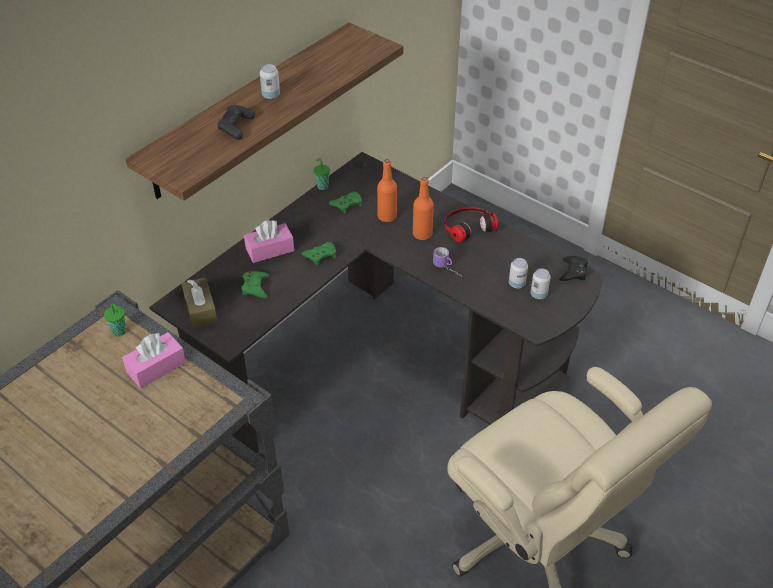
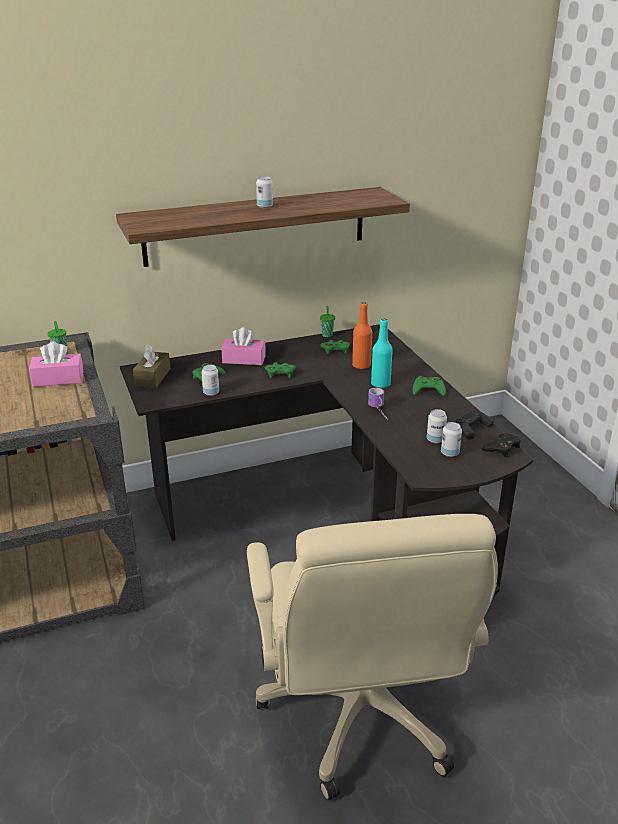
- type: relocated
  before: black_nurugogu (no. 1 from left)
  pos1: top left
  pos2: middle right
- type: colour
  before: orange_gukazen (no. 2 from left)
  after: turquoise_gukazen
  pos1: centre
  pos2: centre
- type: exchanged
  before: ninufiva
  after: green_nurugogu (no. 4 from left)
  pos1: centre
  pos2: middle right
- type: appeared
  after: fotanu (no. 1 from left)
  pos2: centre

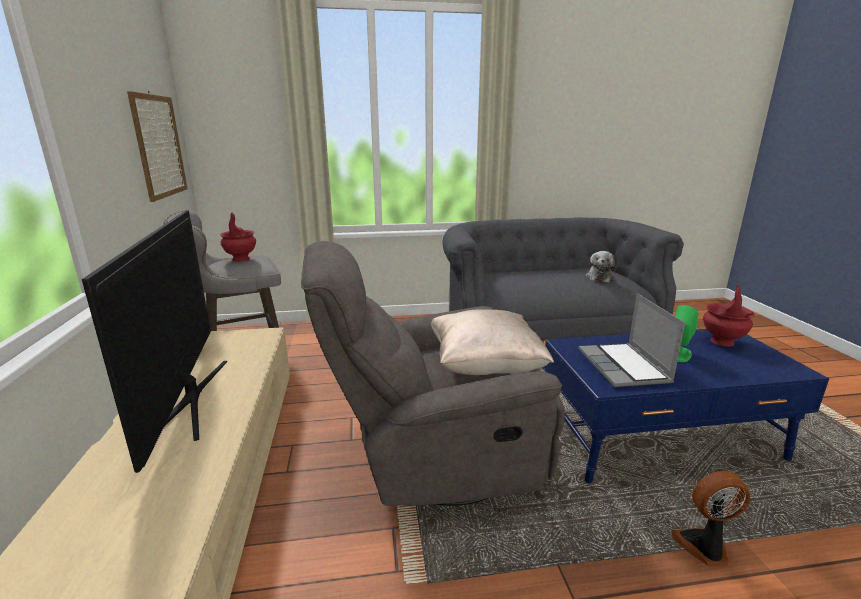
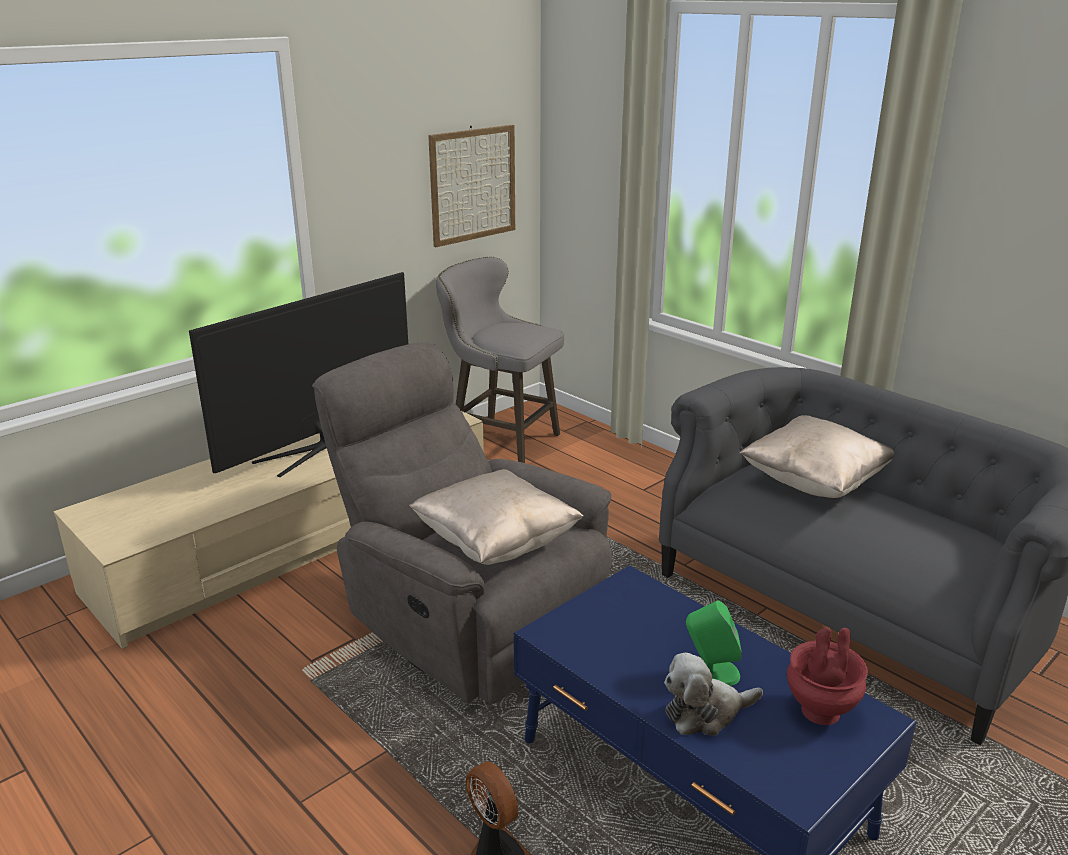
- type: missing
  before: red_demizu (no. 1 from left)
  pos1: middle left
- type: missing
  before: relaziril
  pos1: middle right
- type: relocated
  before: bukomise
  pos1: middle right
  pos2: bottom right
- type: appeared
  after: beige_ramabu (no. 2 from left)
  pos2: middle right

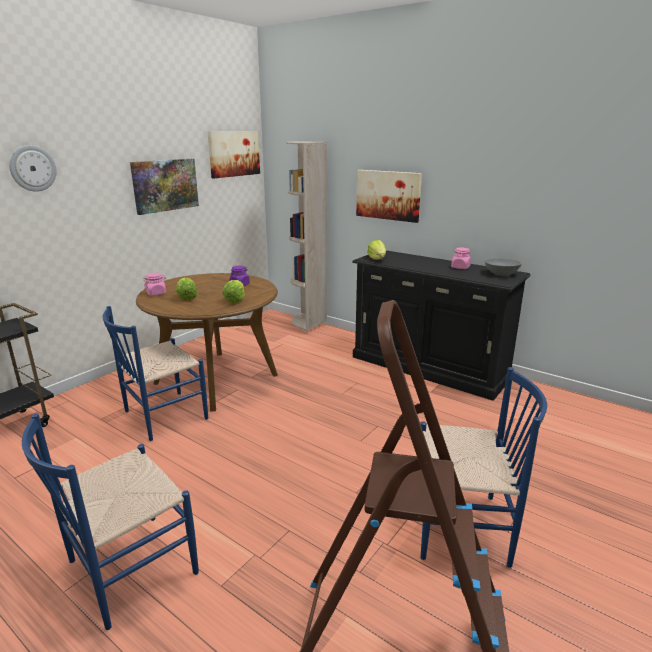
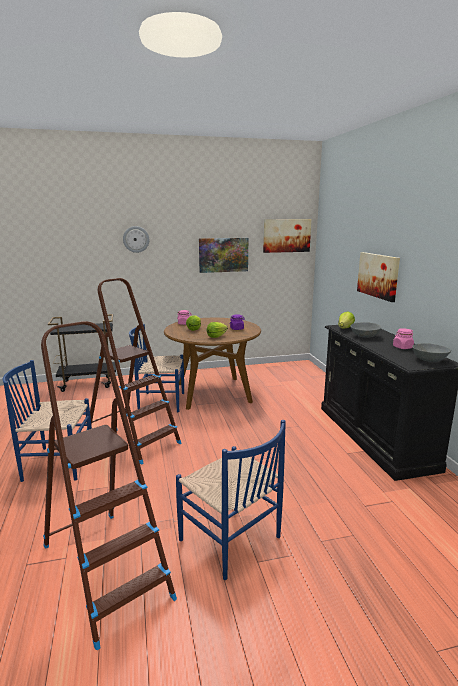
- type: missing
  before: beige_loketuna
  pos1: centre
- type: appeared
  after: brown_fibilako (no. 2 from left)
  pos2: middle left
- type: appeared
  after: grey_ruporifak (no. 1 from left)
  pos2: middle right

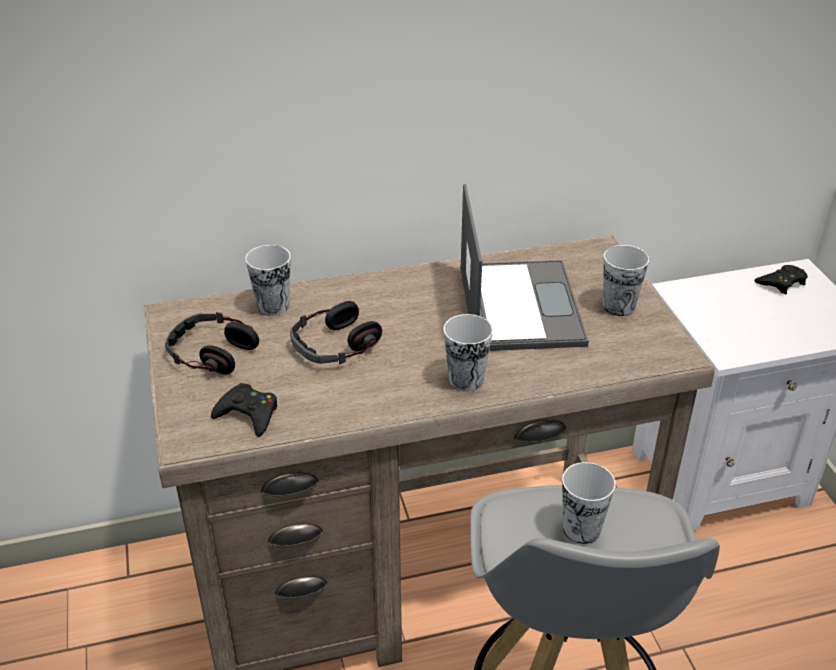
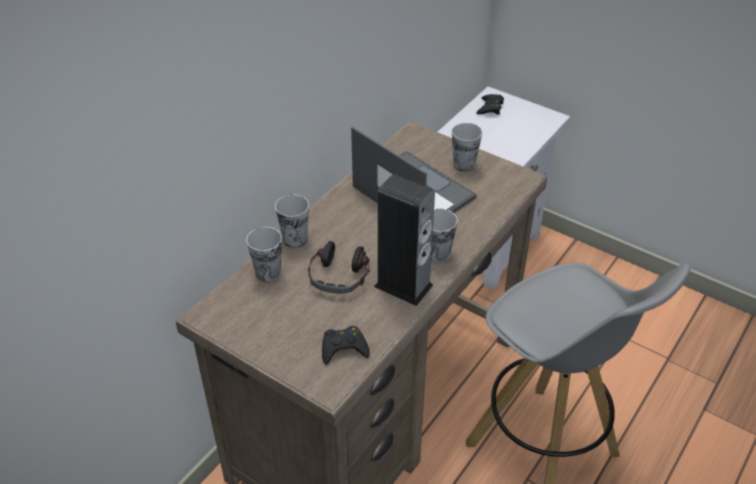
- type: missing
  before: ninufiva (no. 1 from left)
  pos1: middle left
- type: relocated
  before: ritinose (no. 3 from left in the first image)
  after: ritinose (no. 2 from left)
  pos1: bottom right
  pos2: centre
- type: appeared
  after: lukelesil
  pos2: centre

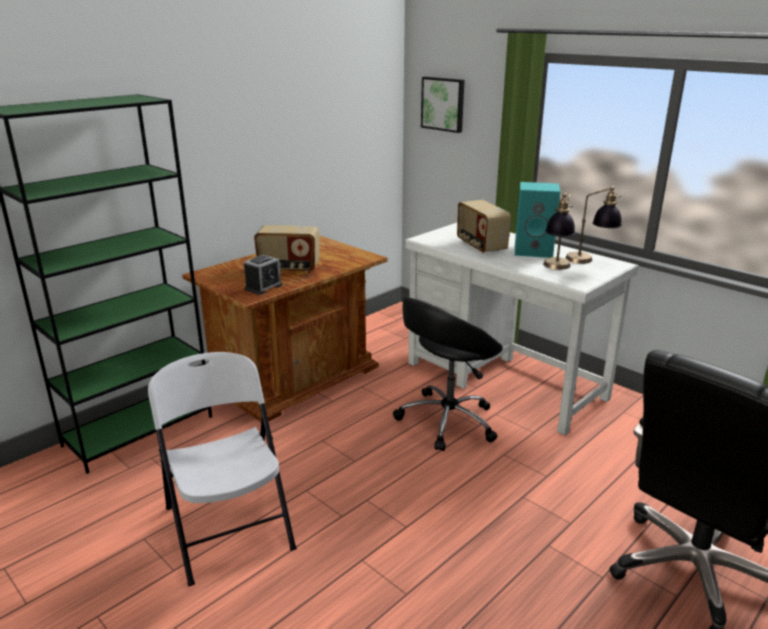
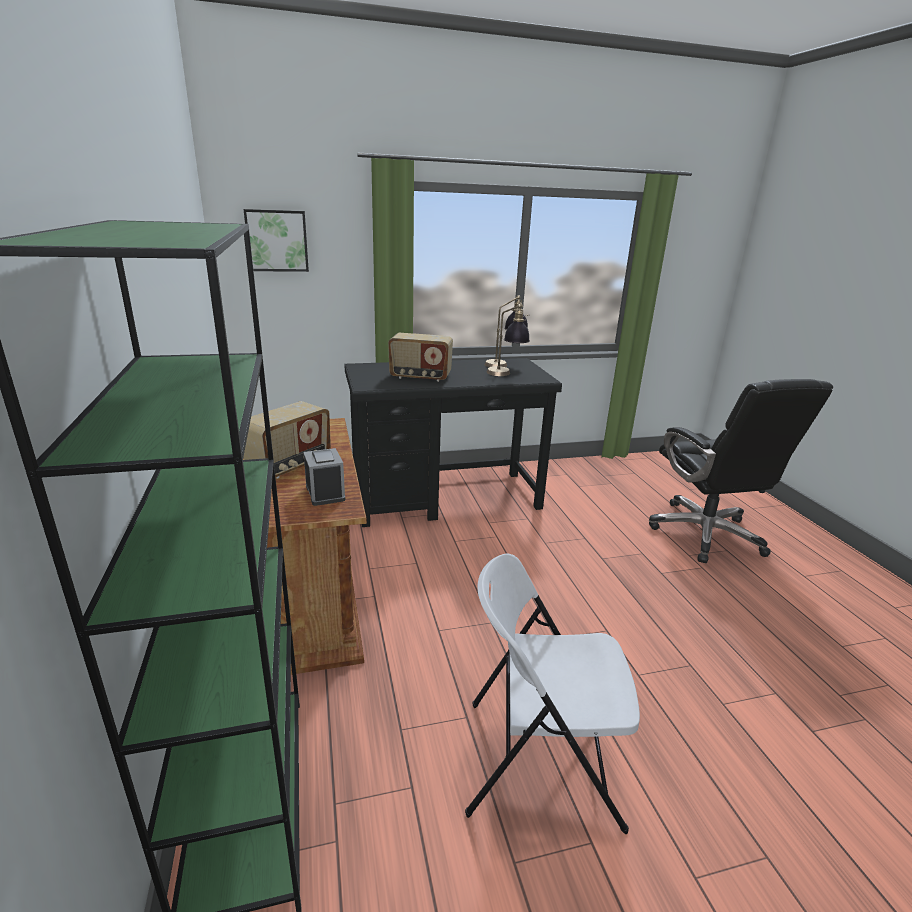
- type: missing
  before: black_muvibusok (no. 1 from left)
  pos1: centre
- type: colour
  before: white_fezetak
  after: black_fezetak
  pos1: middle right
  pos2: centre
- type: missing
  before: turquoise_lukelesil
  pos1: middle right

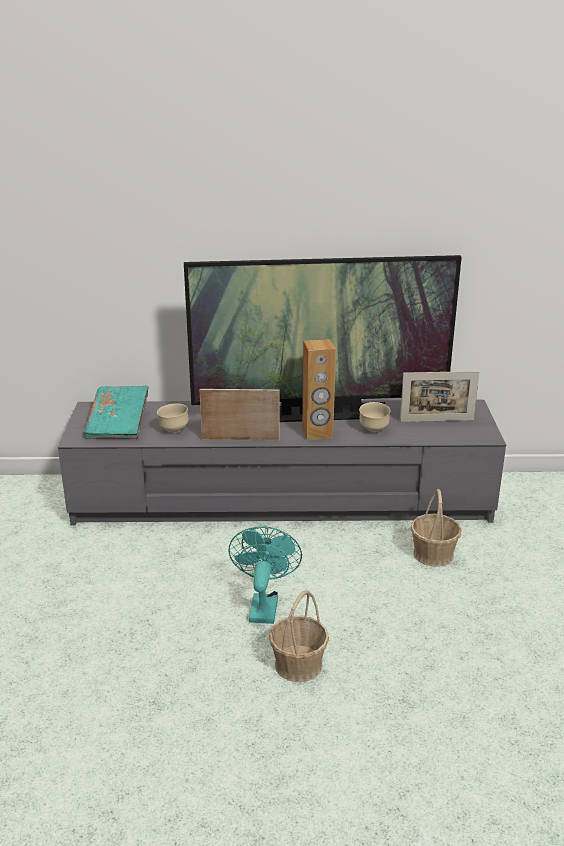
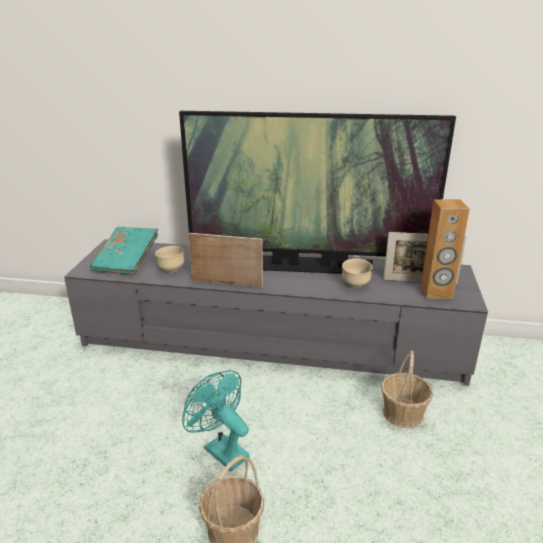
- type: spun
  before: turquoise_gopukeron
  pos1: bottom centre
  pos2: bottom centre
  turn: -60
- type: relocated
  before: brown_lukelesil
  pos1: centre
  pos2: middle right

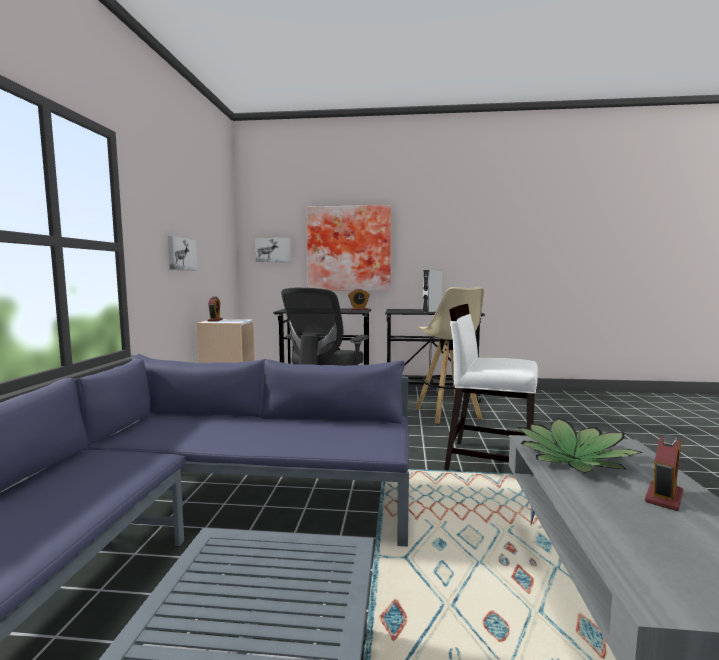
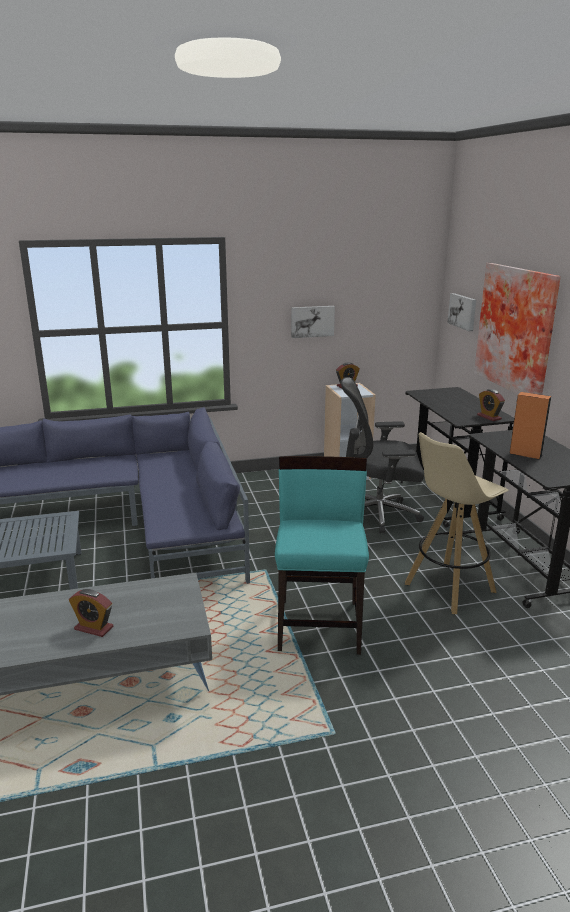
- type: colour
  before: grey_lukelesil
  after: orange_lukelesil
  pos1: centre
  pos2: middle right
- type: colour
  before: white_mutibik
  after: turquoise_mutibik
  pos1: middle right
  pos2: centre
- type: missing
  before: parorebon
  pos1: bottom right

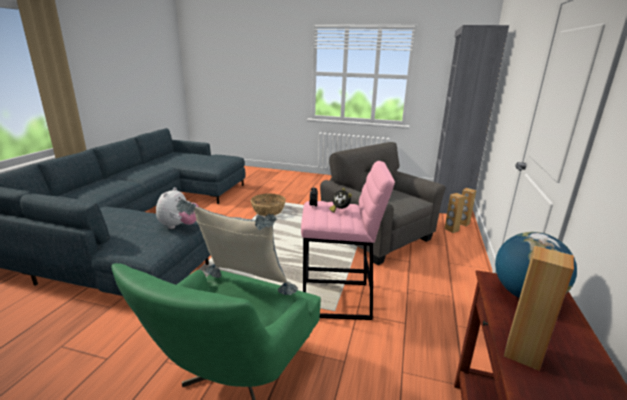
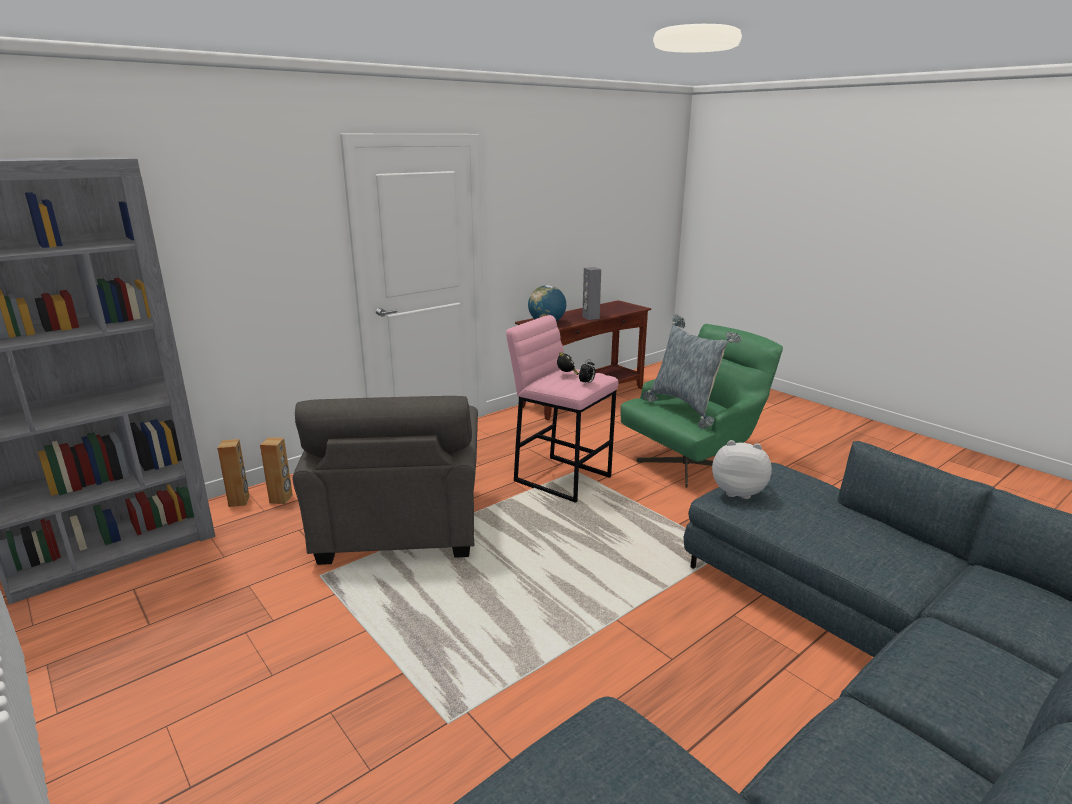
- type: spun
  before: bukomise
  pos1: middle left
  pos2: middle right
  turn: 60
- type: missing
  before: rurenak
  pos1: centre
- type: colour
  before: brown_lukelesil (no. 3 from left)
  after: grey_lukelesil
  pos1: bottom right
  pos2: centre

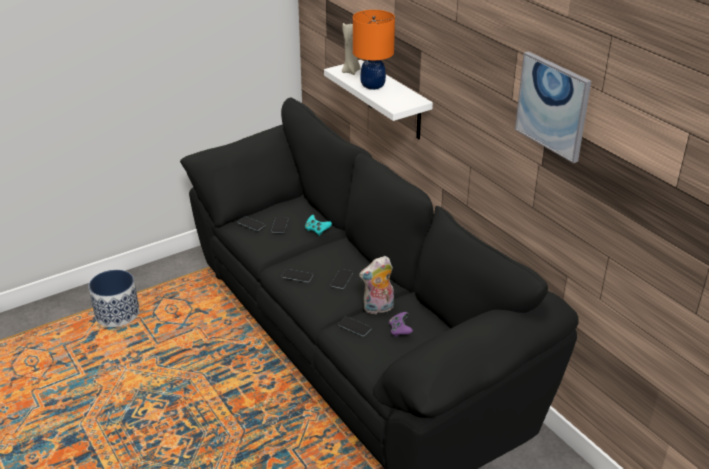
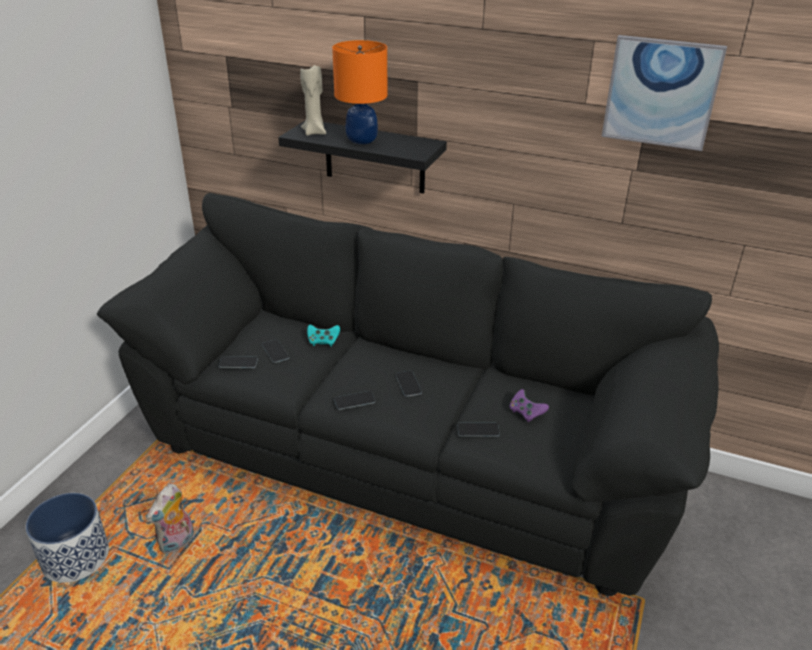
- type: colour
  before: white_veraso
  after: black_veraso
  pos1: top centre
  pos2: top centre
- type: relocated
  before: bukomise
  pos1: centre
  pos2: bottom left

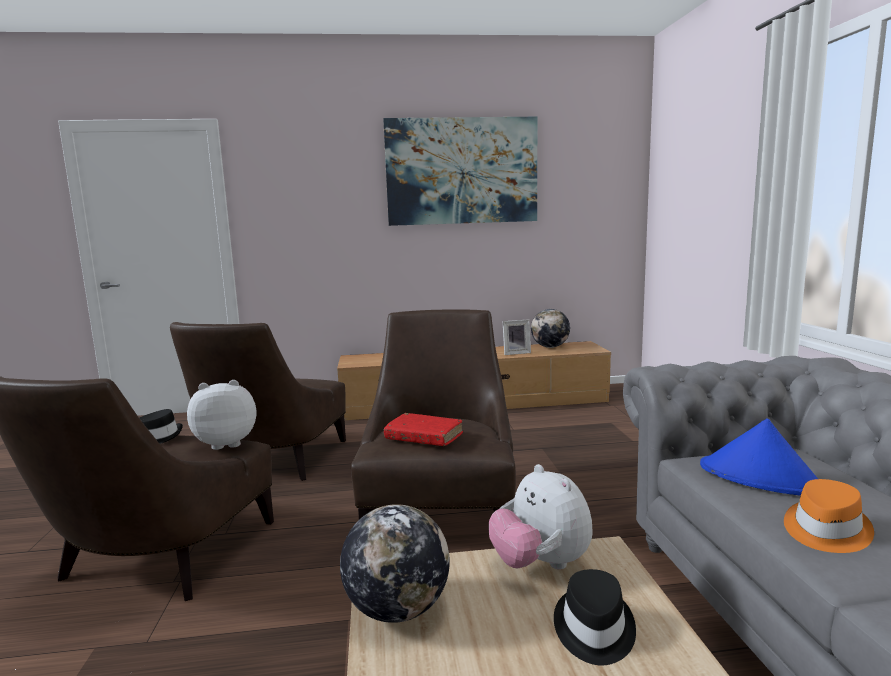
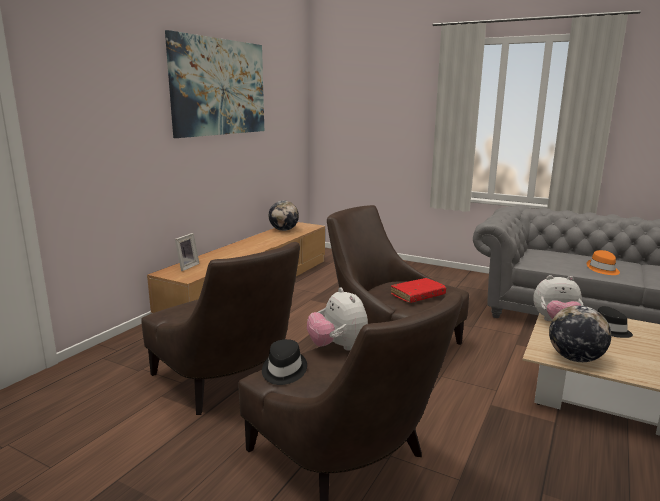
- type: spun
  before: bukomise (no. 1 from left)
  pos1: middle left
  pos2: centre
  turn: -45
- type: relocated
  before: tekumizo
  pos1: centre
  pos2: middle left
- type: missing
  before: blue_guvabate
  pos1: bottom right

